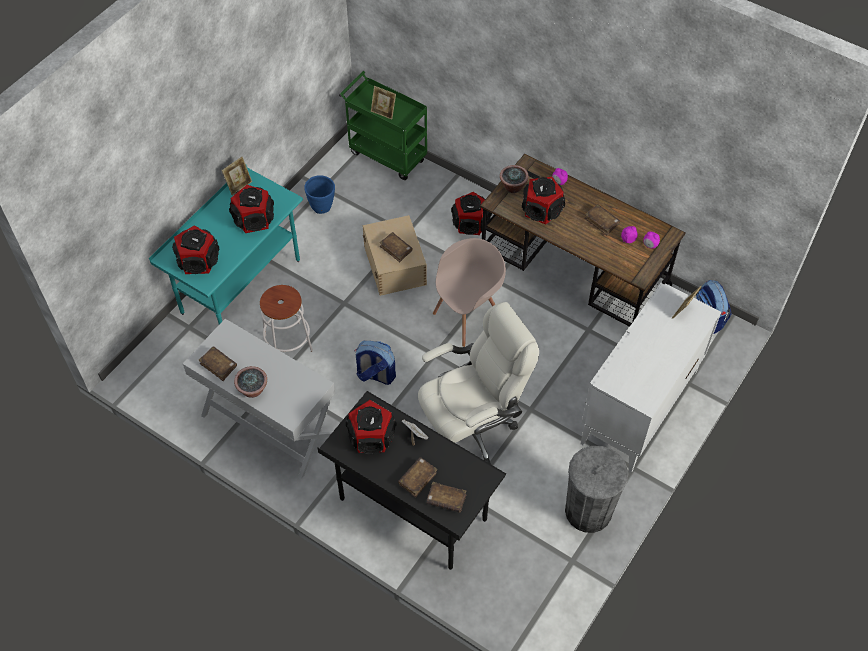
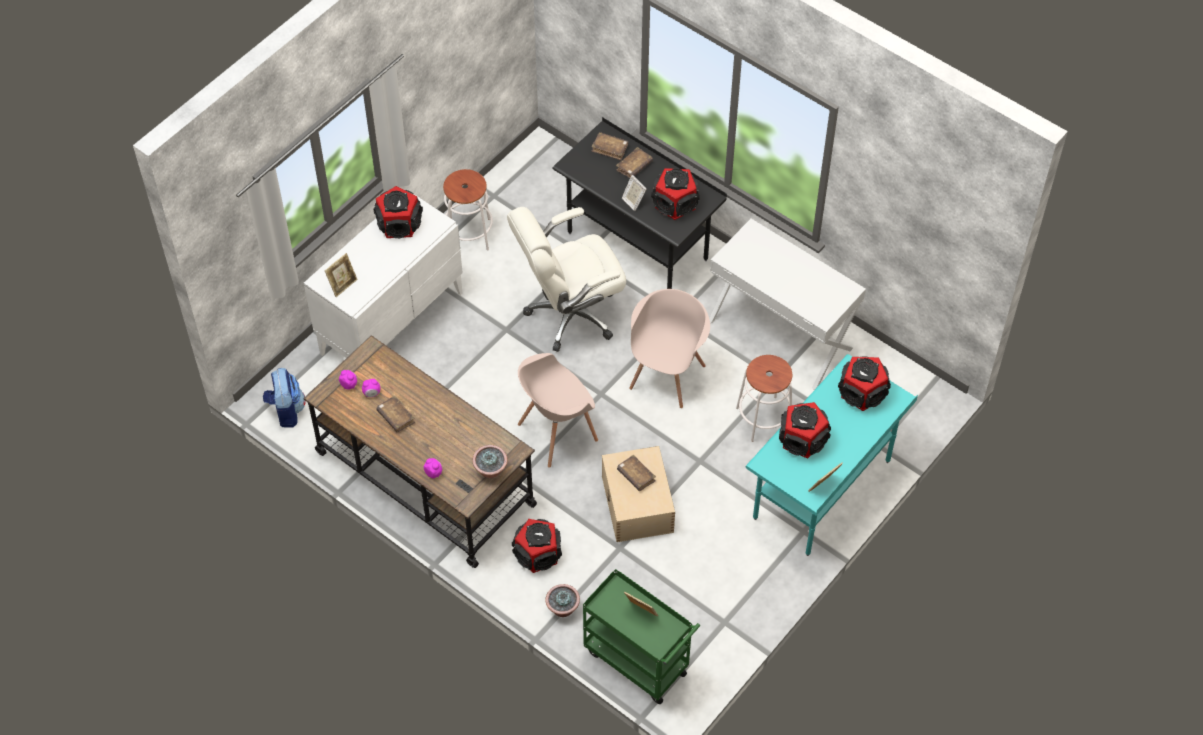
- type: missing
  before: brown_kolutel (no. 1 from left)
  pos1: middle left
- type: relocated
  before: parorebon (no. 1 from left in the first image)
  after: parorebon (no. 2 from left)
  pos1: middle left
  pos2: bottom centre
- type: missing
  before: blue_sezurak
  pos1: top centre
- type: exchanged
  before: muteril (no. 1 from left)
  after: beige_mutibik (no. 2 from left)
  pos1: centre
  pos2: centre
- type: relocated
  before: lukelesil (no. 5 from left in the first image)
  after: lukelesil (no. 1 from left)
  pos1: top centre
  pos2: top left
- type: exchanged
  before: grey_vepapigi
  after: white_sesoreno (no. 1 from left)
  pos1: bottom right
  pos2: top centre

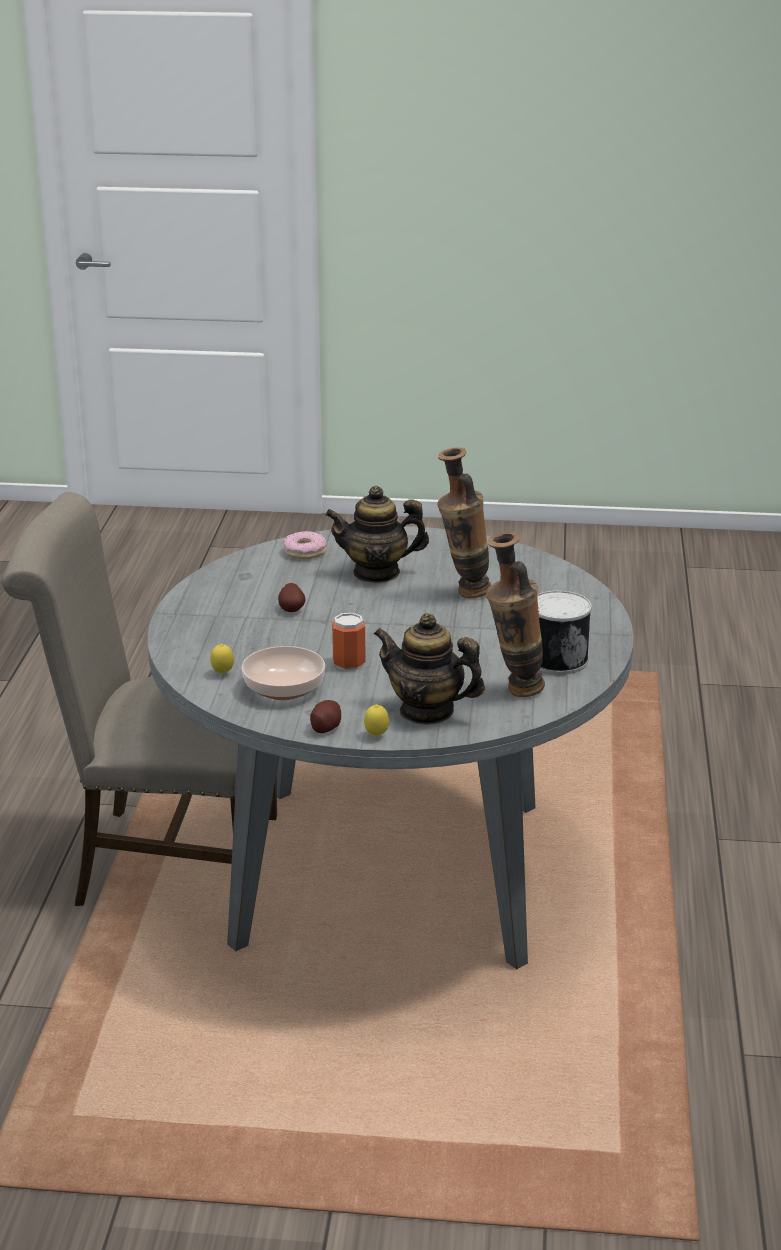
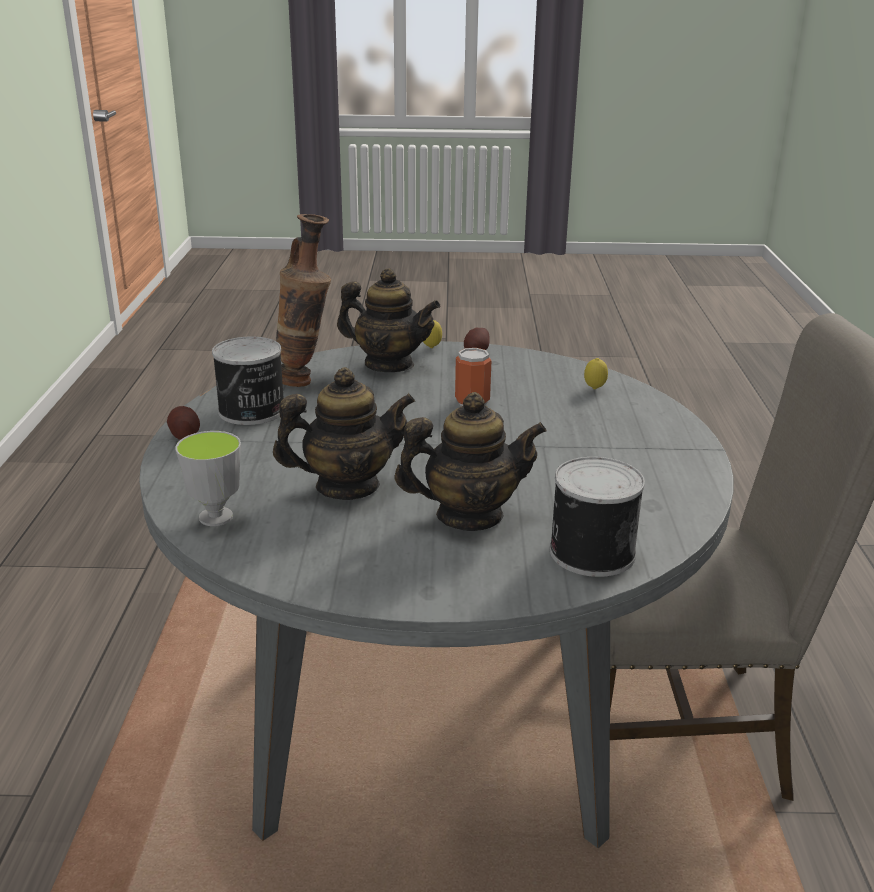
- type: missing
  before: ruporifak
  pos1: centre
- type: relocated
  before: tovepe (no. 1 from left)
  pos1: centre
  pos2: middle left
- type: exchanged
  before: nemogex
  after: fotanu (no. 3 from left)
  pos1: centre
  pos2: middle right
- type: exchanged
  before: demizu (no. 1 from left)
  after: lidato (no. 1 from left)
  pos1: centre
  pos2: centre
- type: appeared
  after: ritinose
  pos2: middle left

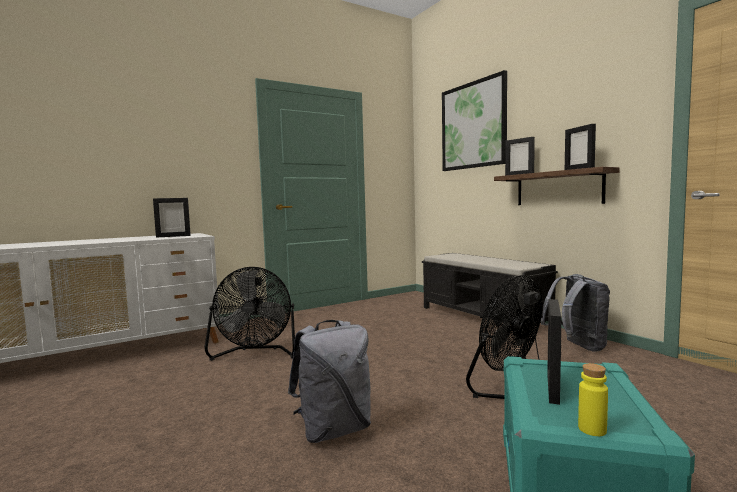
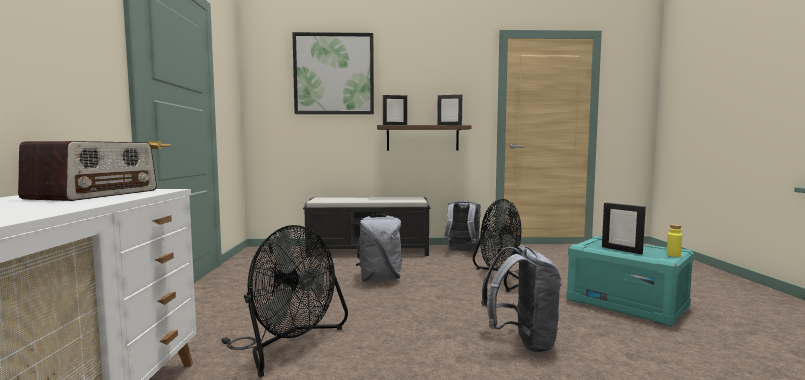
- type: exchanged
  before: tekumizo (no. 1 from left)
  after: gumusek
  pos1: middle left
  pos2: middle left
- type: appeared
  after: grey_muteril (no. 1 from left)
  pos2: centre

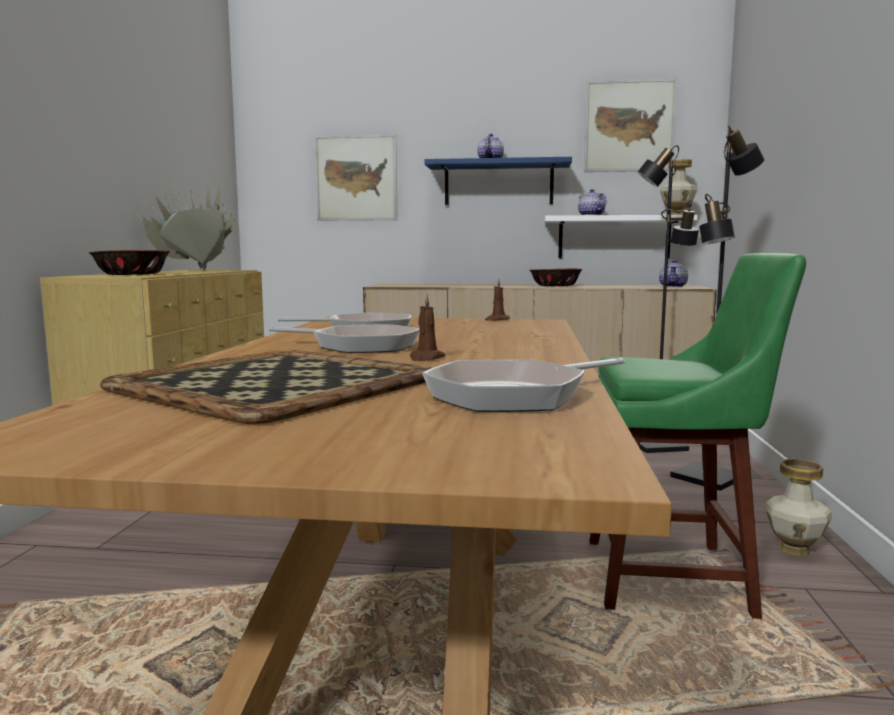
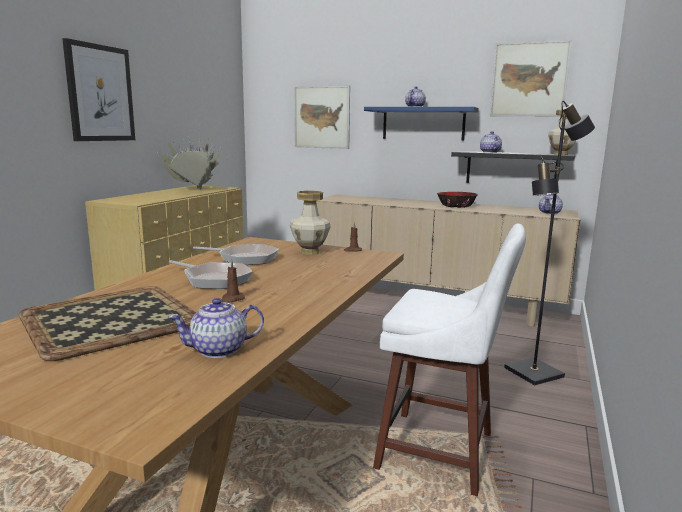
- type: missing
  before: ruporifak (no. 1 from left)
  pos1: middle left
- type: exchanged
  before: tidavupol (no. 3 from left)
  after: lidato (no. 1 from left)
  pos1: centre
  pos2: middle left
- type: colour
  before: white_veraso
  after: black_veraso
  pos1: top right
  pos2: top right
- type: colour
  before: green_mutibik
  after: white_mutibik
  pos1: middle right
  pos2: bottom centre
- type: missing
  before: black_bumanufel (no. 1 from left)
  pos1: middle right
- type: relocated
  before: demizu (no. 2 from left in the first image)
  after: demizu (no. 1 from left)
  pos1: bottom right
  pos2: centre
- type: appeared
  after: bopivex (no. 1 from left)
  pos2: top left

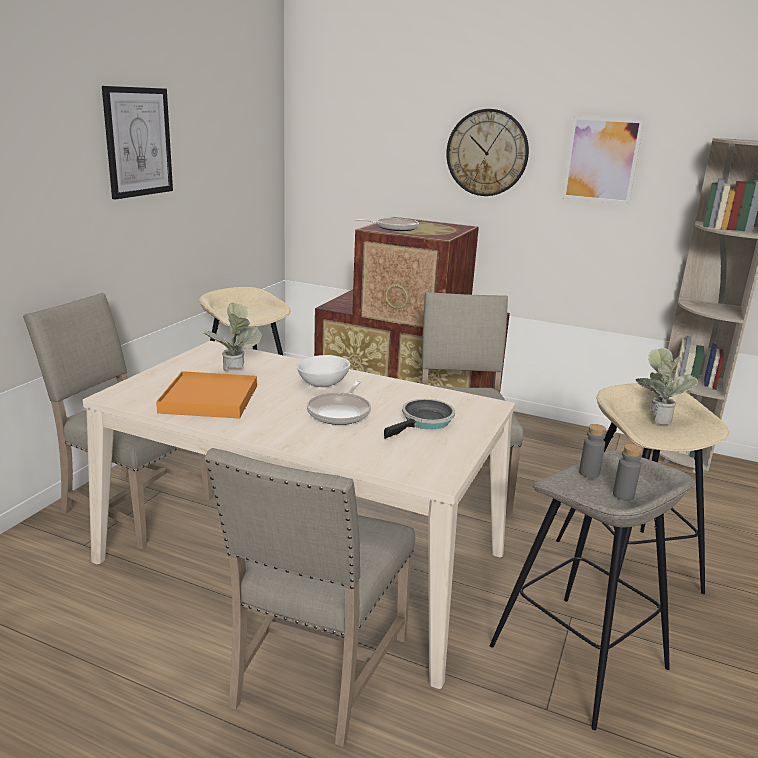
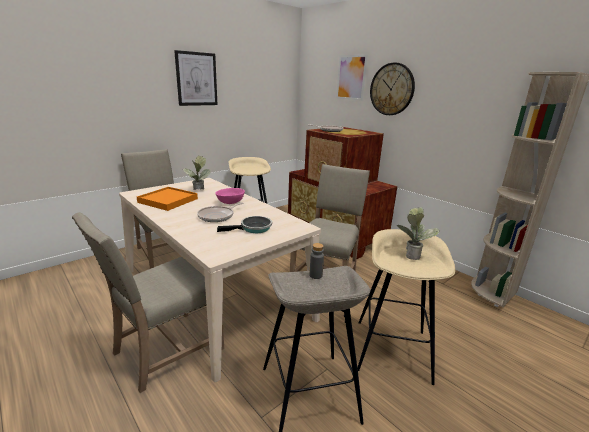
- type: colour
  before: white_ruporifak
  after: pink_ruporifak
  pos1: centre
  pos2: centre
- type: relocated
  before: bopivex (no. 2 from left)
  pos1: top right
  pos2: top centre
- type: missing
  before: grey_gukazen (no. 2 from left)
  pos1: middle right

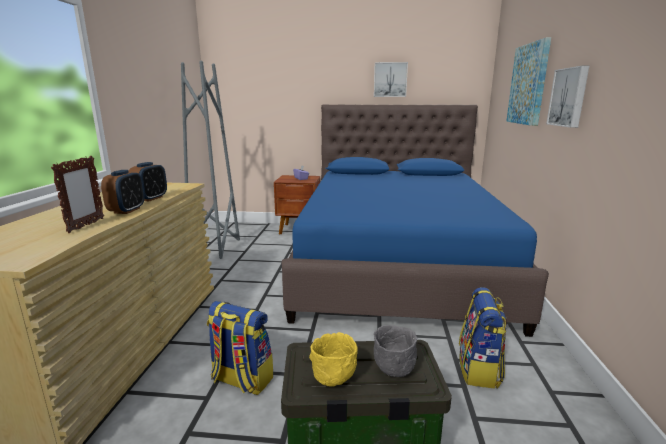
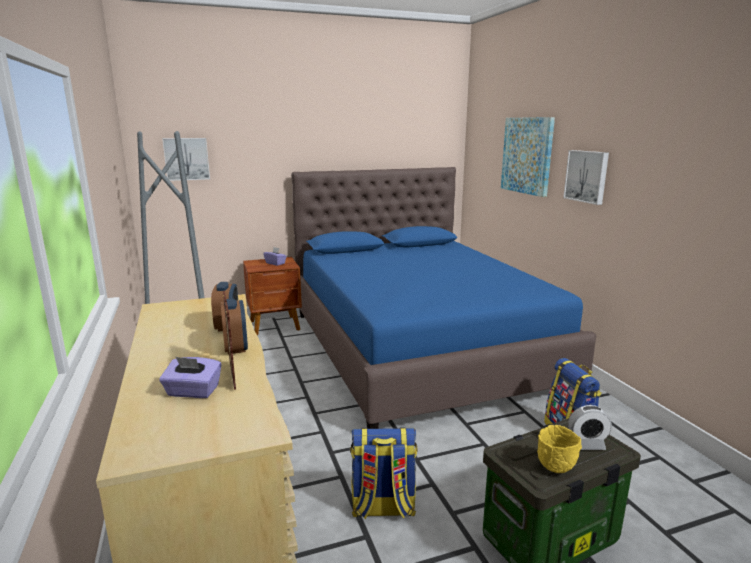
- type: relocated
  before: bopivex (no. 1 from left)
  pos1: top centre
  pos2: top left
- type: exchanged
  before: grey_ruporifak
  after: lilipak (no. 3 from left)
  pos1: bottom centre
  pos2: bottom right
- type: appeared
  after: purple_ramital (no. 1 from left)
  pos2: bottom left

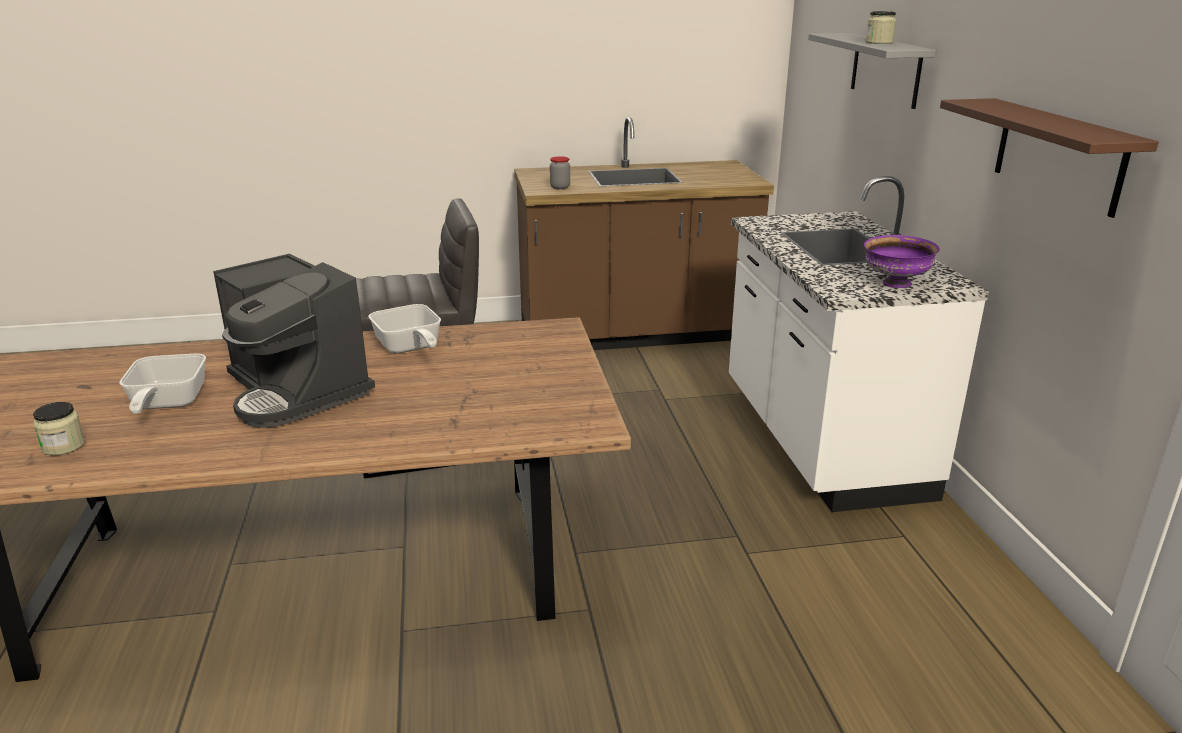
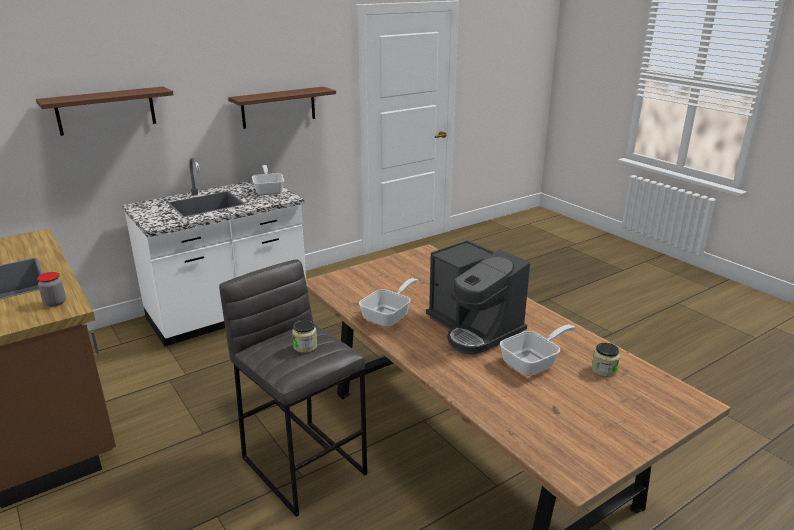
- type: spun
  before: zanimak
  pos1: middle left
  pos2: centre
  turn: 120
- type: colour
  before: grey_veraso
  after: brown_veraso (no. 1 from left)
  pos1: top right
  pos2: top left
- type: exchanged
  before: purple_ruporifak
  after: tidavupol (no. 1 from left)
  pos1: middle right
  pos2: centre
- type: relocated
  before: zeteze (no. 3 from left in the first image)
  after: zeteze (no. 2 from left)
  pos1: top right
  pos2: centre

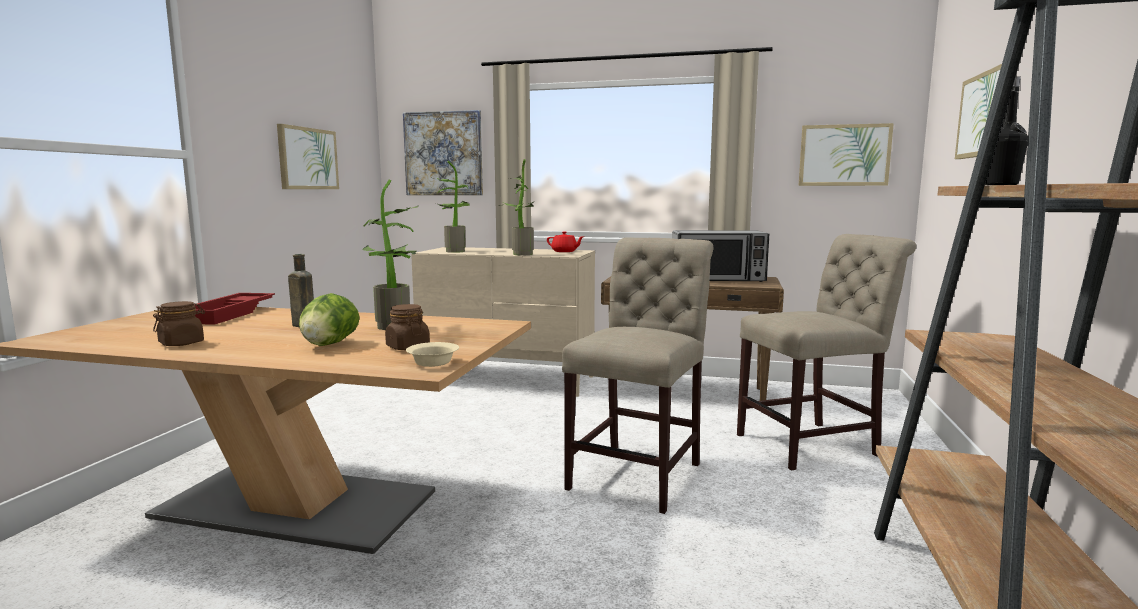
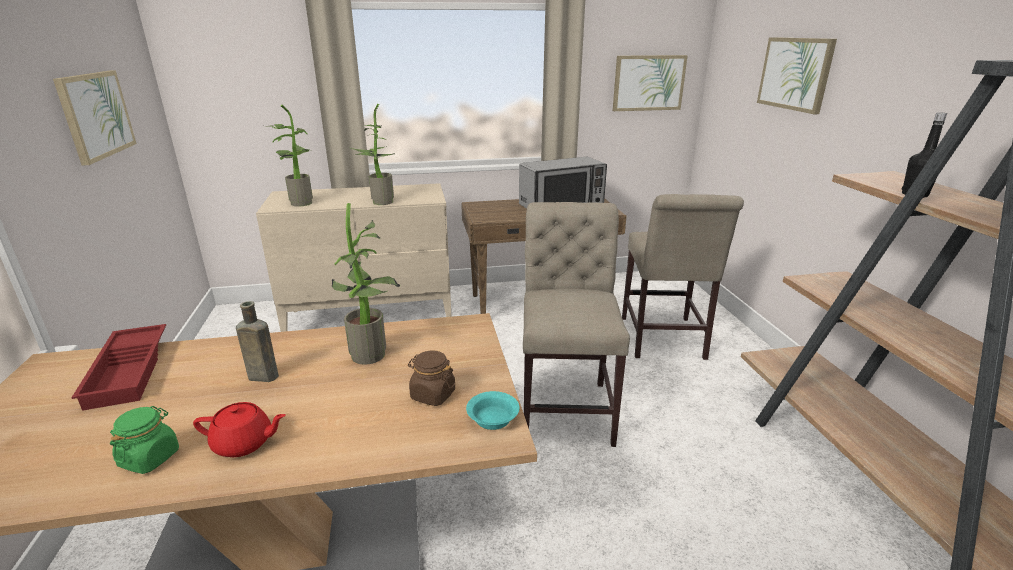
- type: colour
  before: brown_zeteze (no. 1 from left)
  after: green_zeteze
  pos1: middle left
  pos2: bottom left
- type: missing
  before: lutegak
  pos1: middle left
- type: missing
  before: bopivex (no. 2 from left)
  pos1: top centre
- type: colour
  before: beige_ruporifak
  after: turquoise_ruporifak
  pos1: centre
  pos2: bottom centre
- type: relocated
  before: red_lidato
  pos1: centre
  pos2: bottom left
- type: spun
  before: beige_mutibik (no. 2 from left)
  pos1: middle right
  pos2: middle right
  turn: 135

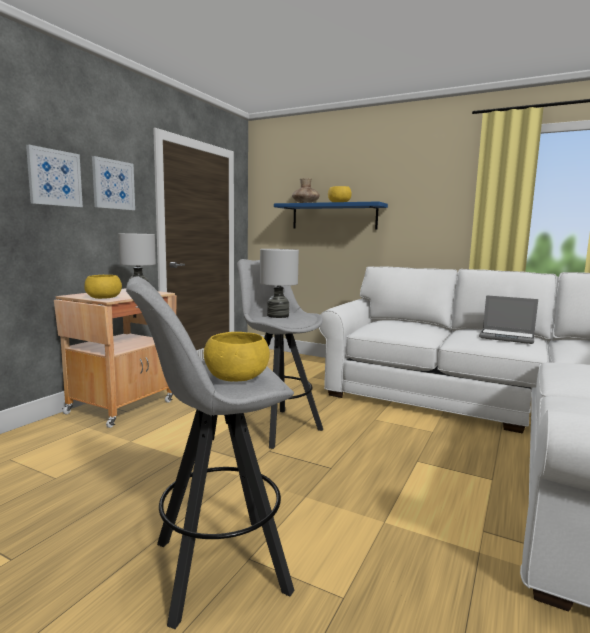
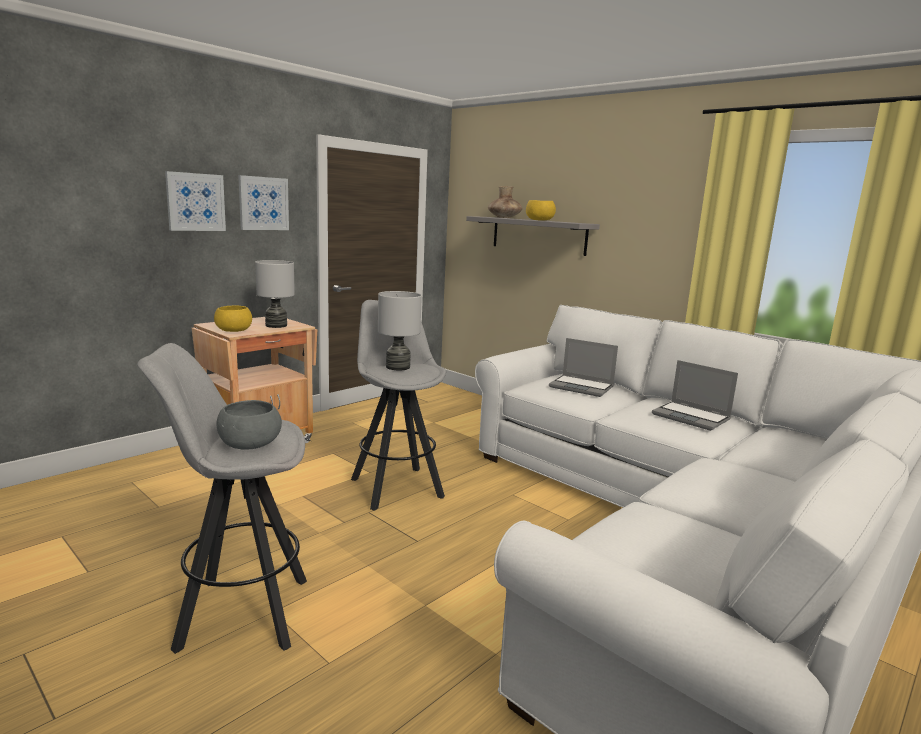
- type: colour
  before: yellow_ruporifak (no. 2 from left)
  after: grey_ruporifak
  pos1: centre
  pos2: middle left
- type: colour
  before: blue_veraso
  after: grey_veraso
  pos1: centre
  pos2: top centre
- type: appeared
  after: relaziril (no. 1 from left)
  pos2: centre

